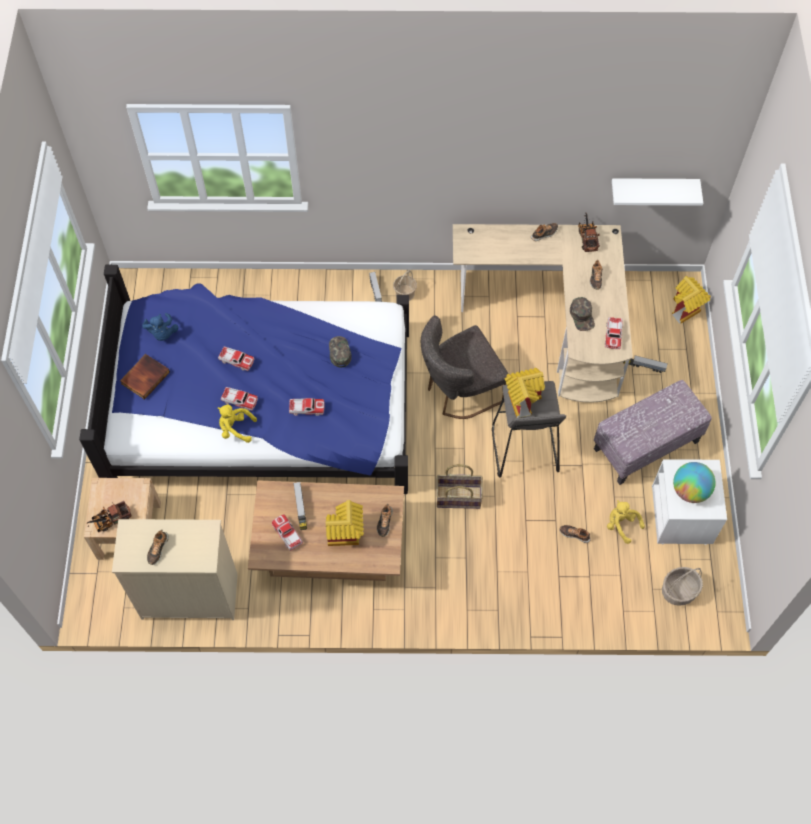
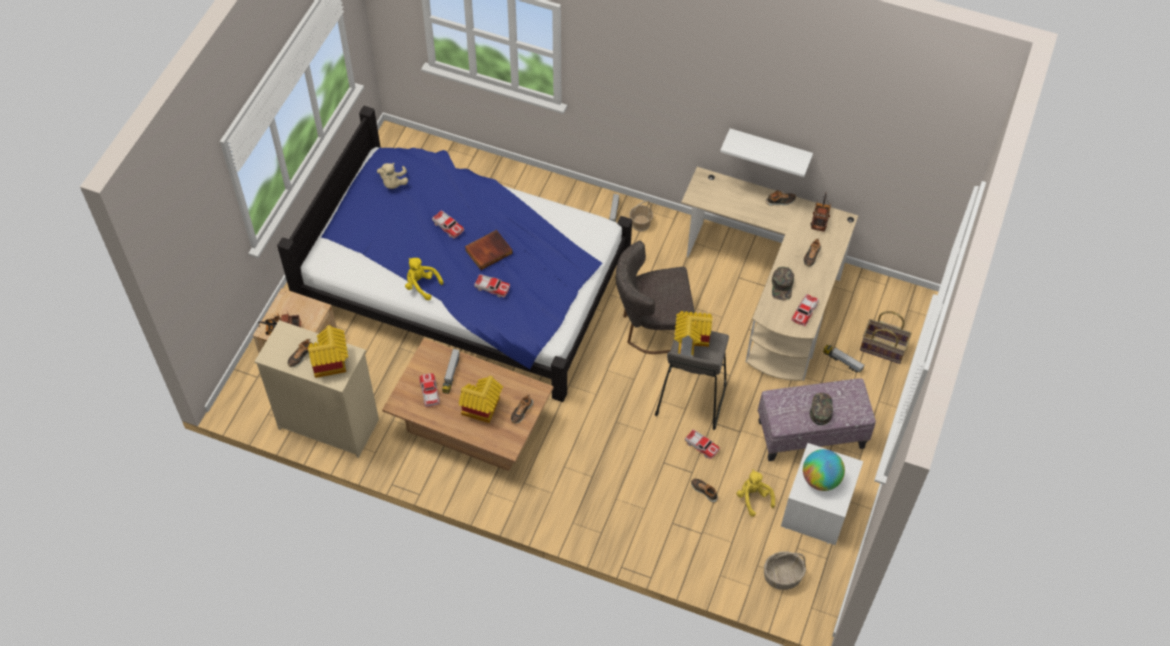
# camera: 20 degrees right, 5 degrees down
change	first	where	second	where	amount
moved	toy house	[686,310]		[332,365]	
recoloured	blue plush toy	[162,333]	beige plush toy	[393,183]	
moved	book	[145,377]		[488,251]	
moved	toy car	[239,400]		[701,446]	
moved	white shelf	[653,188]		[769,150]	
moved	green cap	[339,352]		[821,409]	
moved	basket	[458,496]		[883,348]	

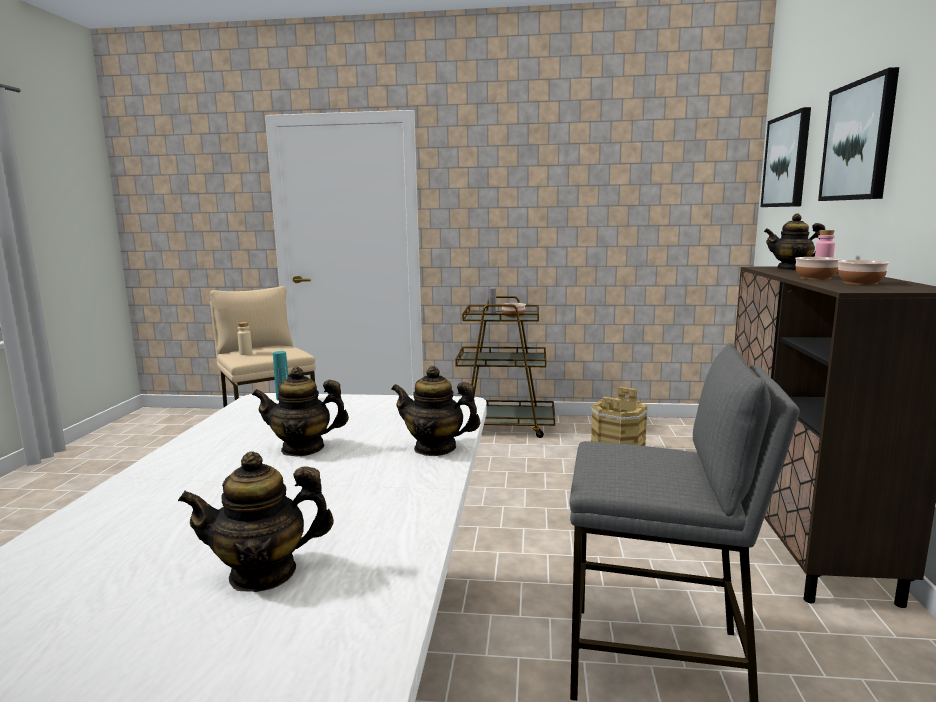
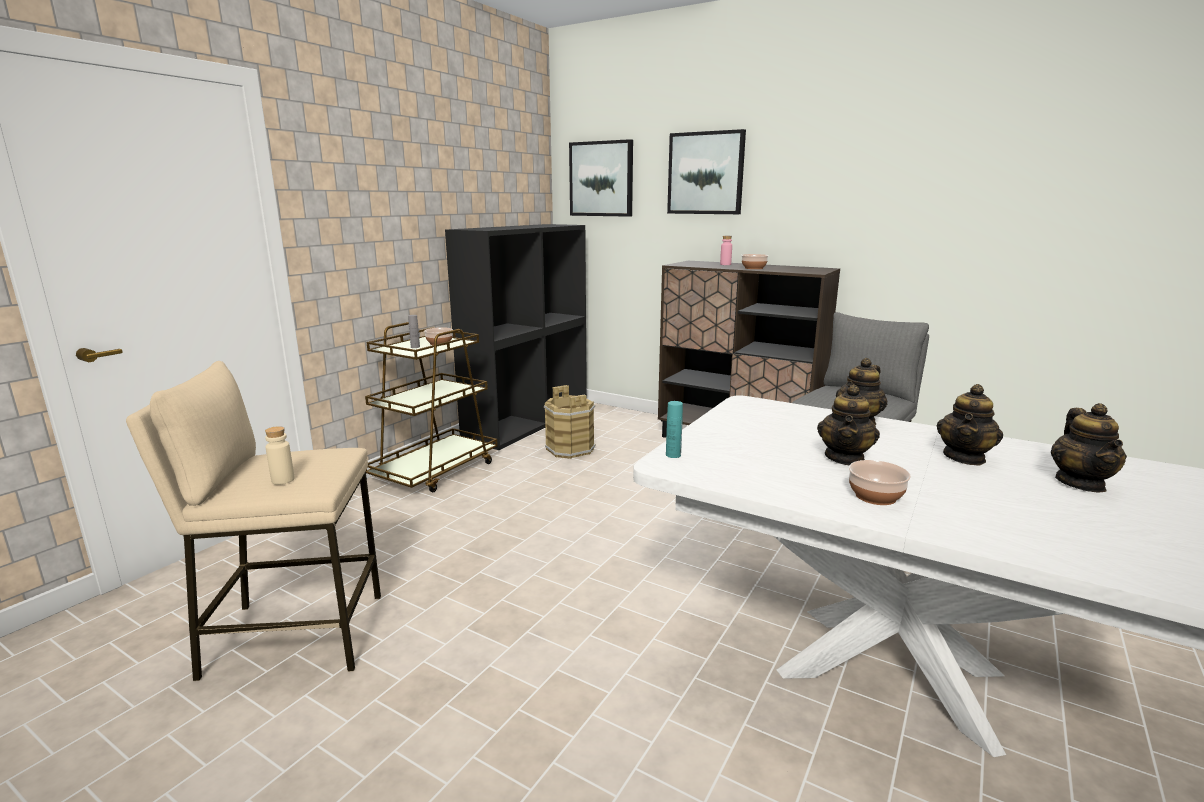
# camera: 65 degrees left, 5 degrees up
change	first	where	second	where	amount
added			black bookcase	[527,422]	
moved	bowl	[860,282]		[874,496]	
moved	teapot	[792,269]		[964,457]	

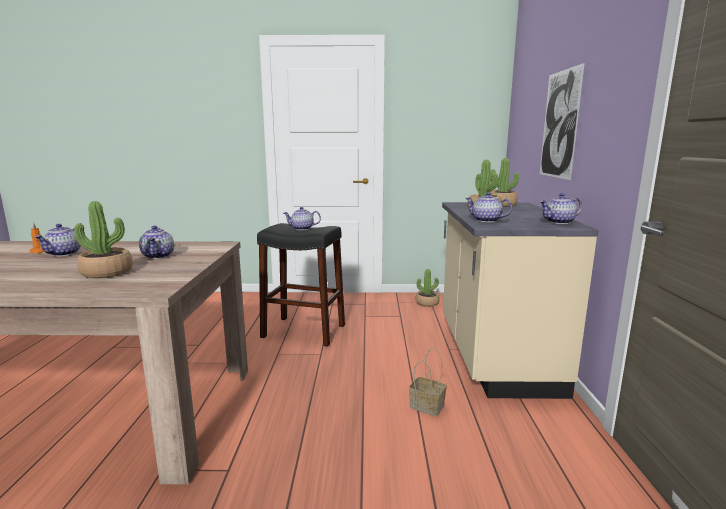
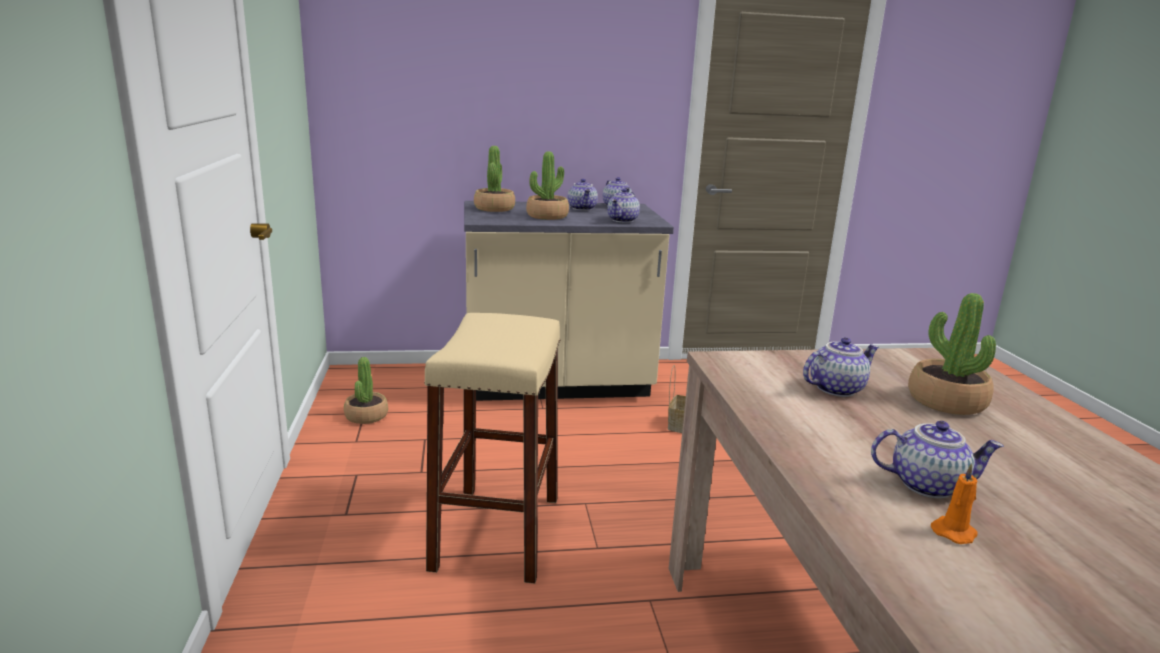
# camera: 100 degrees left, 5 degrees up
change	first	where	second	where	amount
recoloured	black stool	[304,331]	beige stool	[497,532]	
moved	teapot	[302,229]		[583,209]	
removed	picture	[559,124]			

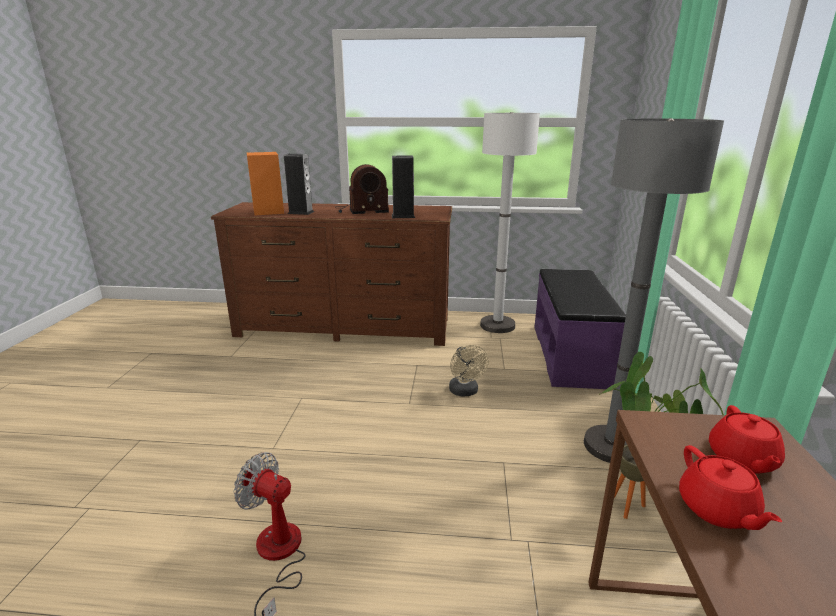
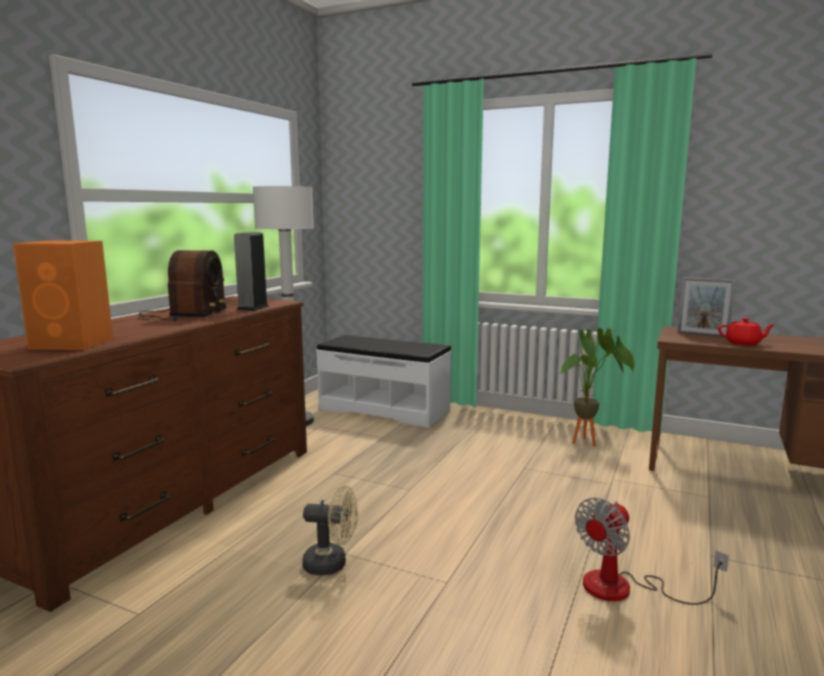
# camera: 70 degrees left, 10 degrees down
change	first	where	second	where	amount
moved	beige fan	[465,392]		[332,564]	
recoloured	purple bench	[571,355]	white bench	[384,409]	
replaced	red teapot	[742,459]	picture frame	[702,335]	
removed	speaker	[301,212]			
removed	grey floor lamp	[611,446]			

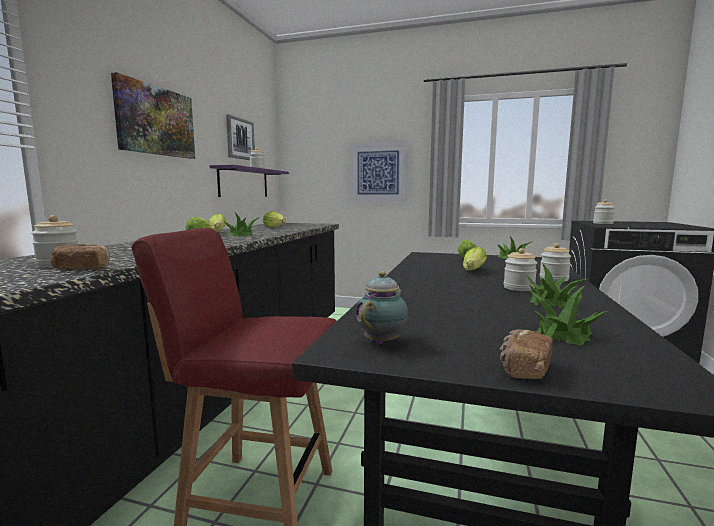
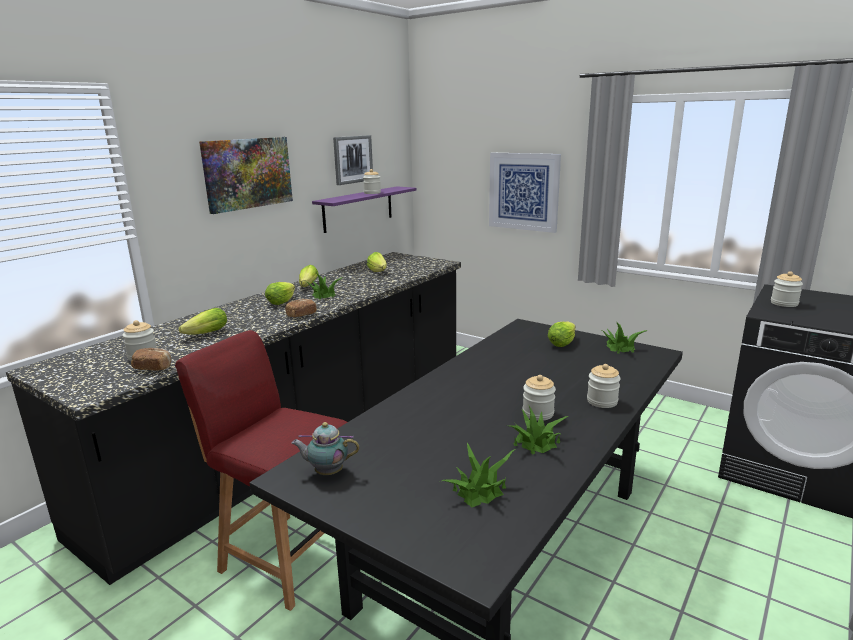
# camera: 20 degrees right, 10 degrees up
change	first	where	second	where	amount
moved	lettuce	[473,271]		[204,334]	
moved	bread	[524,369]		[301,315]	
turned	teapot	[383,341]		[327,472]	135 degrees counterclockwise

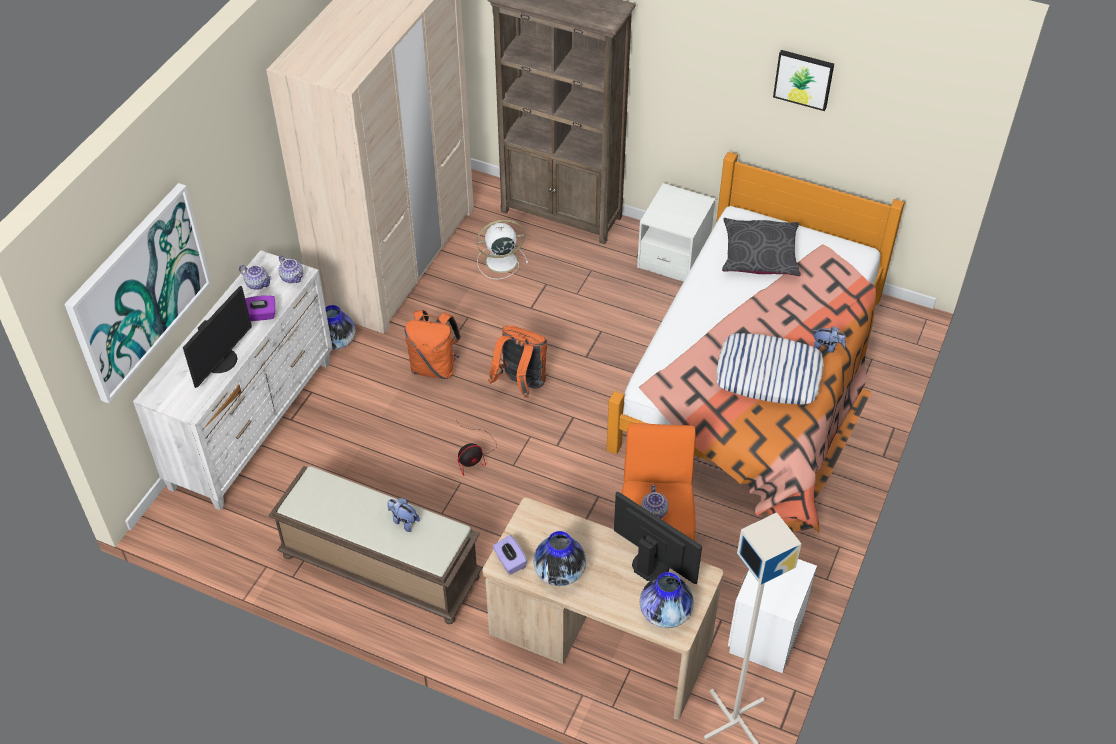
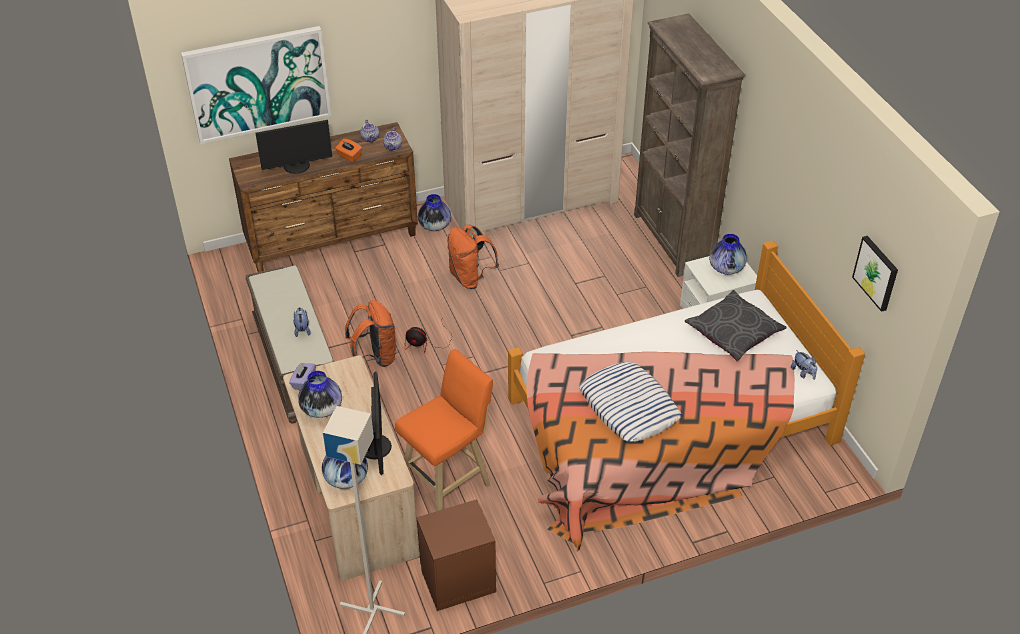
# camera: 45 degrees right, 5 degrees down
change	first	where	second	where	amount
recoloured	white dresser	[254,424]	brown dresser	[333,240]	
recoloured	purple tissue box	[261,315]	orange tissue box	[349,156]	
moved	orange backpack	[521,384]		[375,357]	
recoloured	white nightstand	[764,635]	brown nightstand	[456,580]	
added			vase	[726,268]	
moved	plush toy	[827,347]		[803,373]	
moved	picture	[804,79]		[876,272]	
removed	white fan	[500,261]			
removed	teapot	[655,512]			

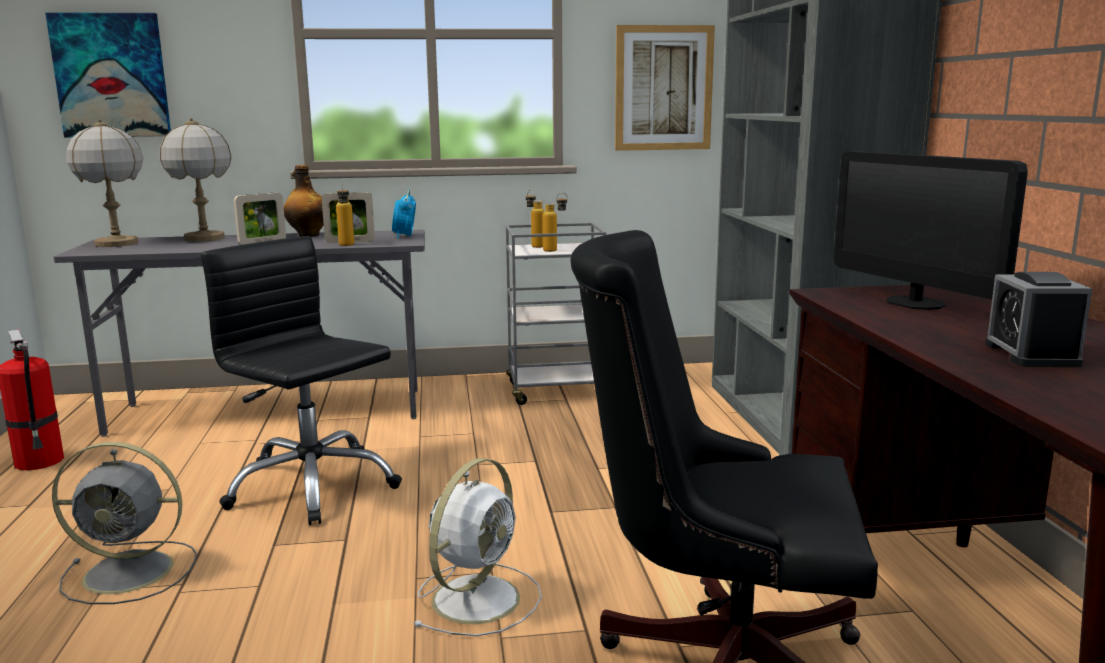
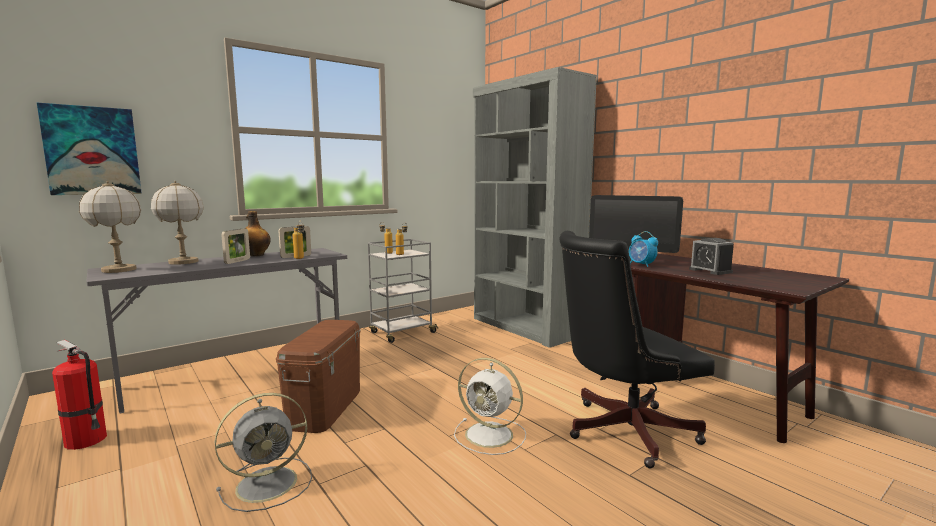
# camera: 30 degrees left, 5 degrees down
change	first	where	second	where	amount
replaced	black office chair	[311,486]	brown storage box	[325,407]	
turned	white fan	[478,597]		[491,435]	120 degrees clockwise
moved	alarm clock	[405,236]		[641,265]	
removed	picture	[663,88]			

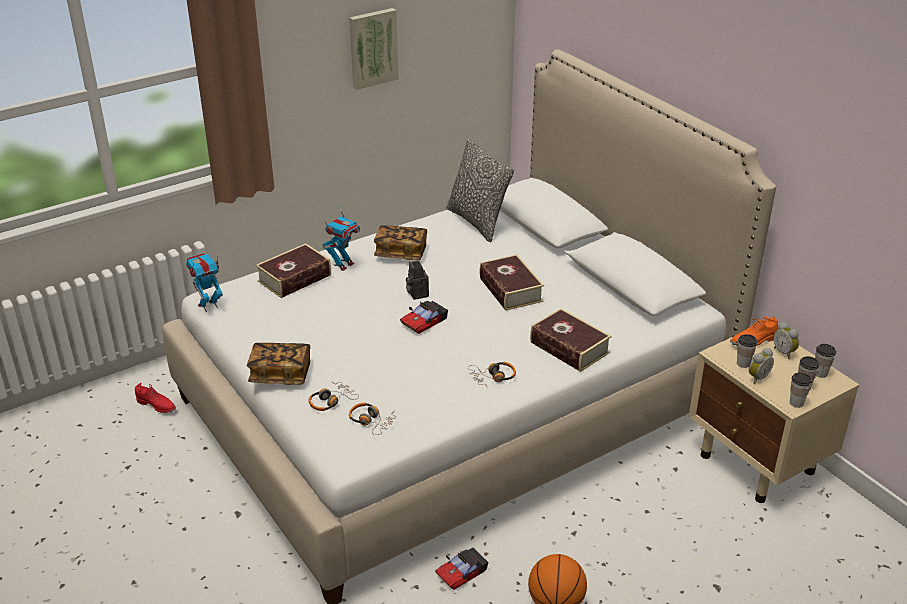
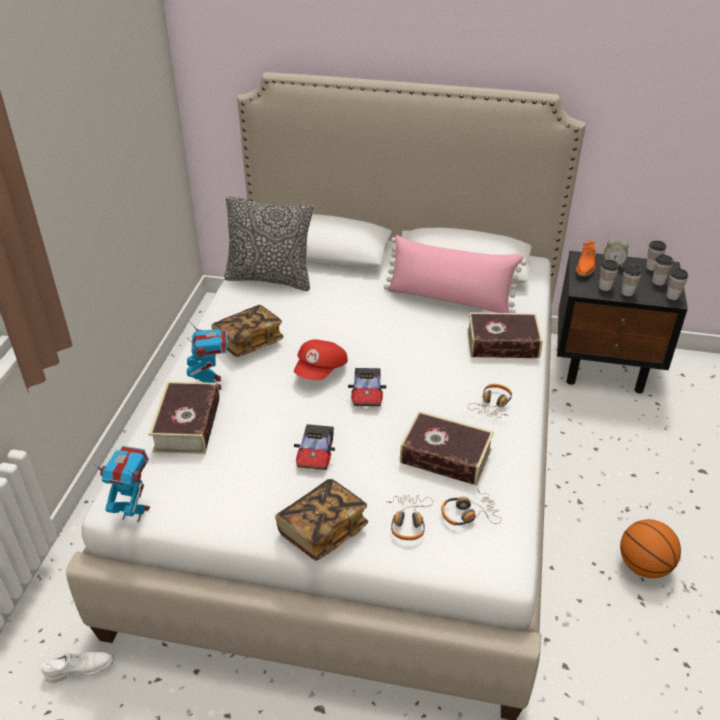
# camera: 45 degrees left, 5 degrees up
change	first	where	second	where	amount
recoloured	red shoe	[157,405]	white shoe	[80,669]	
turned	toy robot	[208,306]		[134,512]	90 degrees clockwise
replaced	photo camera	[417,293]	red cap	[321,371]	
moved	toy car	[462,572]		[316,452]	
added			pink pillow	[449,299]	
moved	book	[510,290]		[445,456]	
recoloured	beige nightstand	[758,464]	black nightstand	[605,366]	
replaced	alarm clock	[757,378]	cup	[627,292]	
removed	picture	[372,48]			

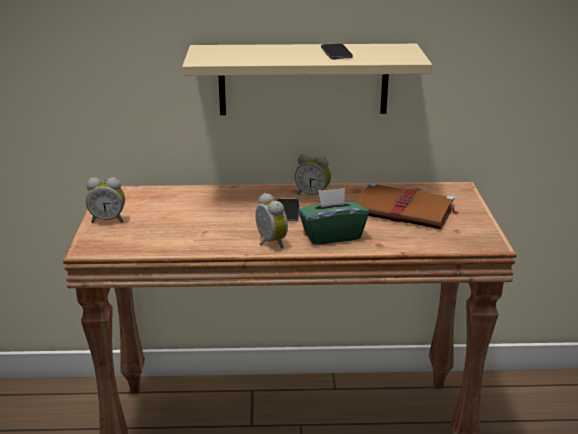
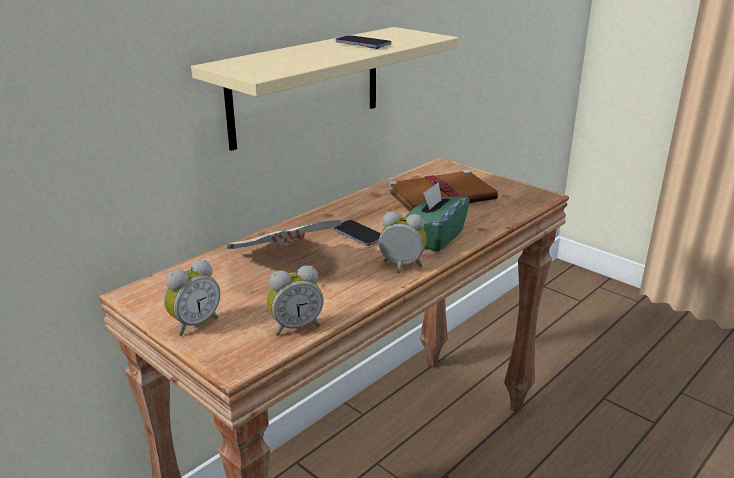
# camera: 45 degrees left, 0 degrees up
change	first	where	second	where	amount
added			newspaper	[285,264]	
moved	alarm clock	[313,195]		[295,326]	

